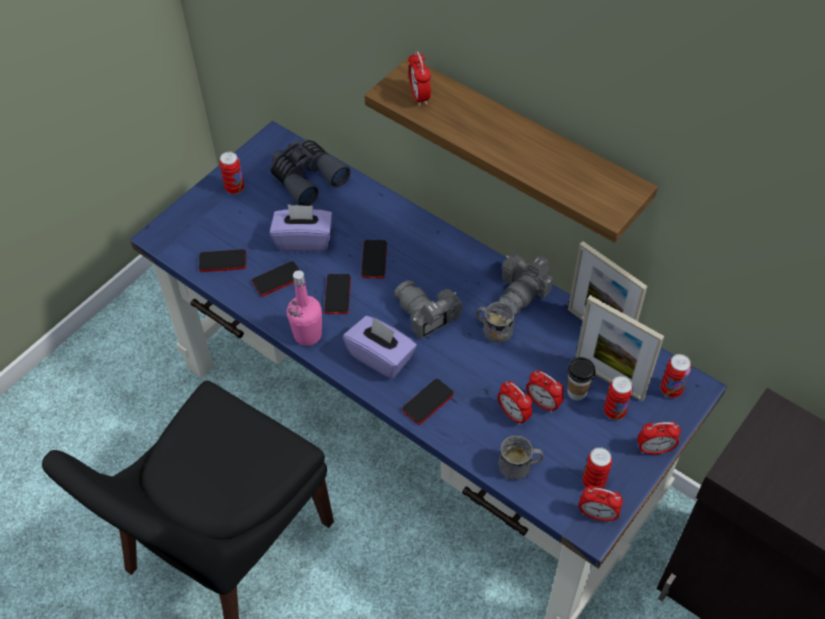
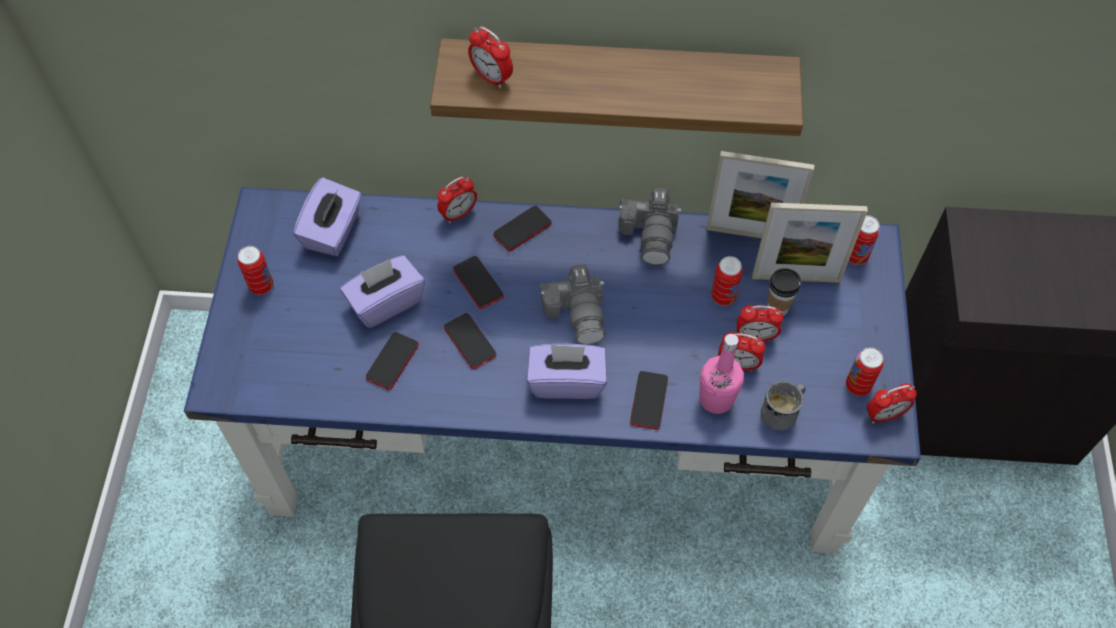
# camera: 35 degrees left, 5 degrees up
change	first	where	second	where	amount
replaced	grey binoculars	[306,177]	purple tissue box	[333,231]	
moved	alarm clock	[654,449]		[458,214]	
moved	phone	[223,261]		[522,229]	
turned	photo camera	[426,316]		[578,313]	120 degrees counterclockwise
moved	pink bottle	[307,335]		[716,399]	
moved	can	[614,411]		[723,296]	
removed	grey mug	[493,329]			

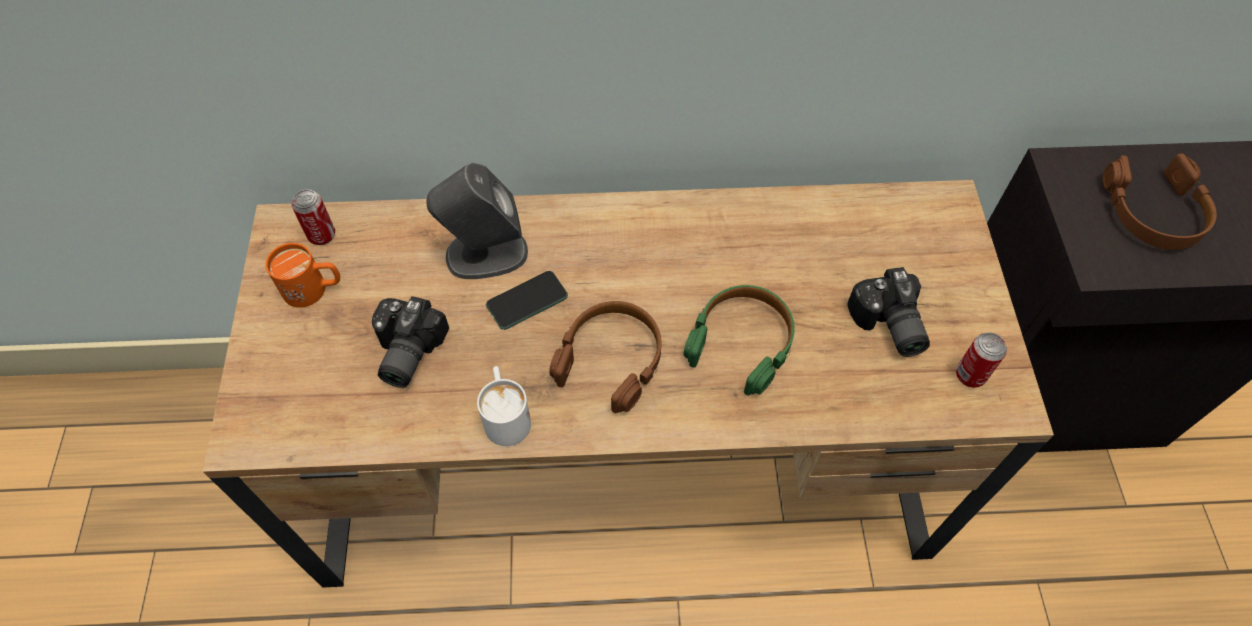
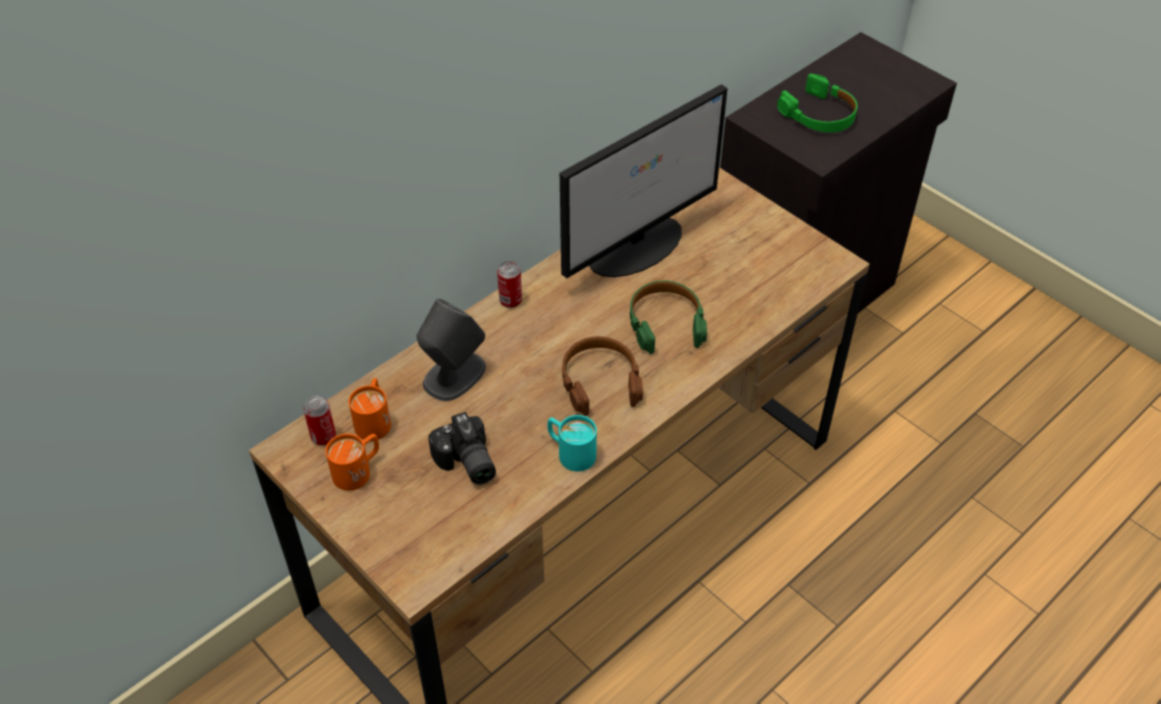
# camera: 40 degrees left, 10 degrees down
change	first	where	second	where	amount
added			orange mug	[374,419]	
moved	can	[970,375]		[510,301]	
recoloured	white mug	[505,415]	turquoise mug	[570,452]	
added			monitor	[637,245]	
recoloured	brown headphones	[1154,212]	green headphones	[819,115]	
removed	phone	[527,301]			
removed	photo camera	[887,326]			

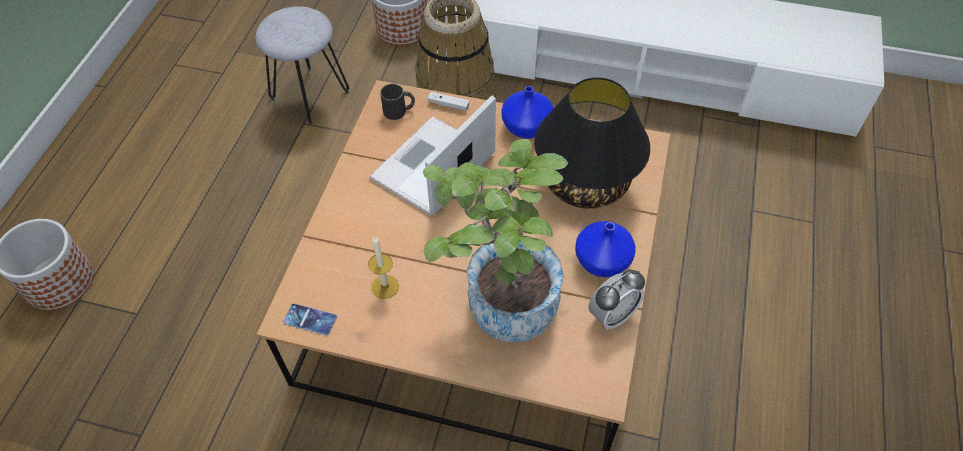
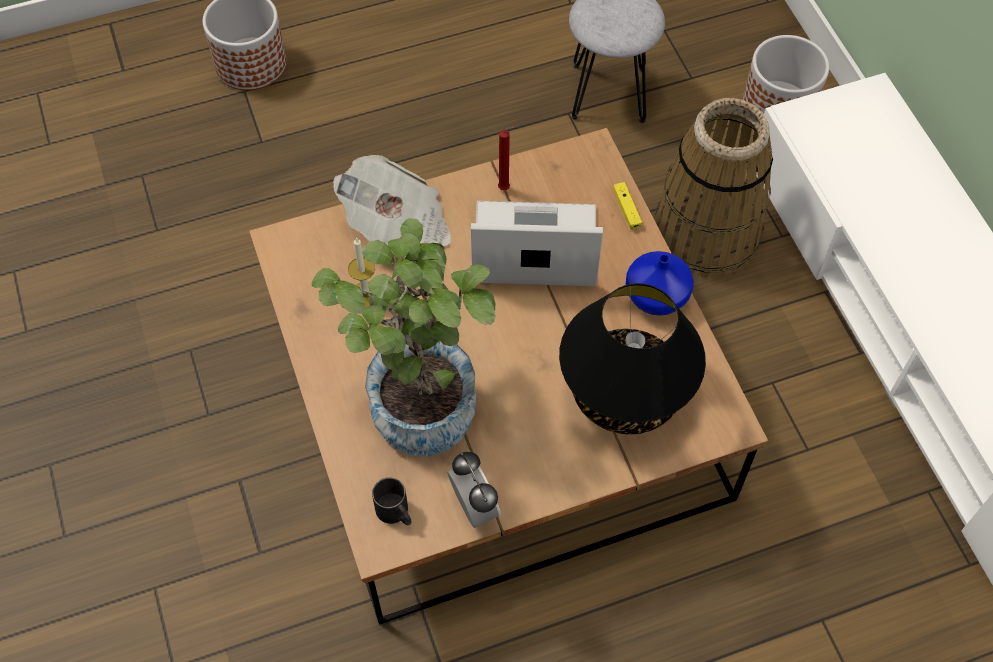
# camera: 55 degrees right, 5 degrees up
change	first	where	second	where	amount
added			newspaper	[397,225]	
moved	black mug	[399,110]		[396,513]	
turned	alarm clock	[612,315]		[474,507]	135 degrees counterclockwise
added			red candle	[506,188]	
recoloured	white game controller	[448,105]	yellow game controller	[626,209]	
removed	phone	[310,319]			
removed	blue vase	[601,261]			

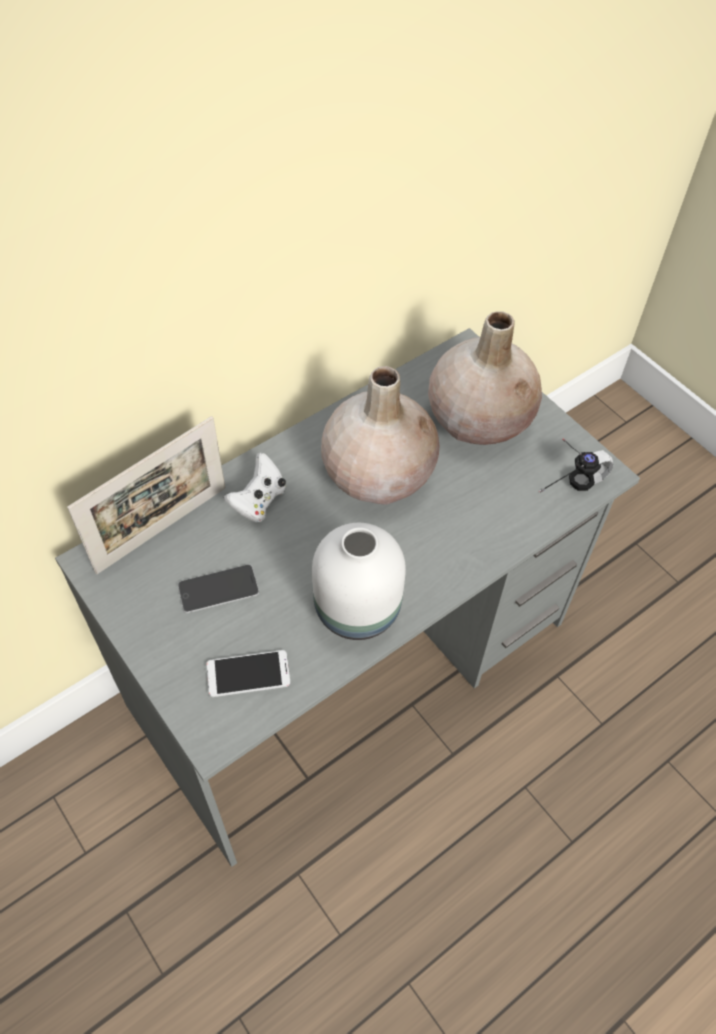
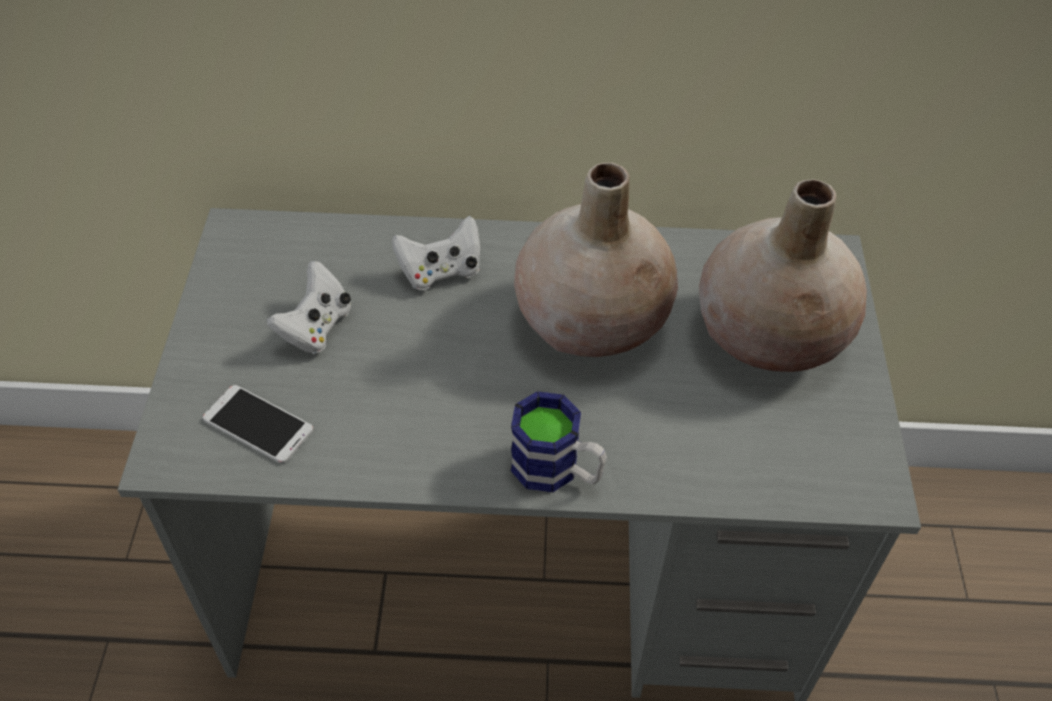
# camera: 40 degrees right, 5 degrees down
change	first	where	second	where	amount
replaced	phone	[218,589]	white game controller	[316,327]	
added			mug	[557,470]	
removed	picture frame	[162,529]			
removed	white vase	[358,607]			
removed	headphones	[561,483]			

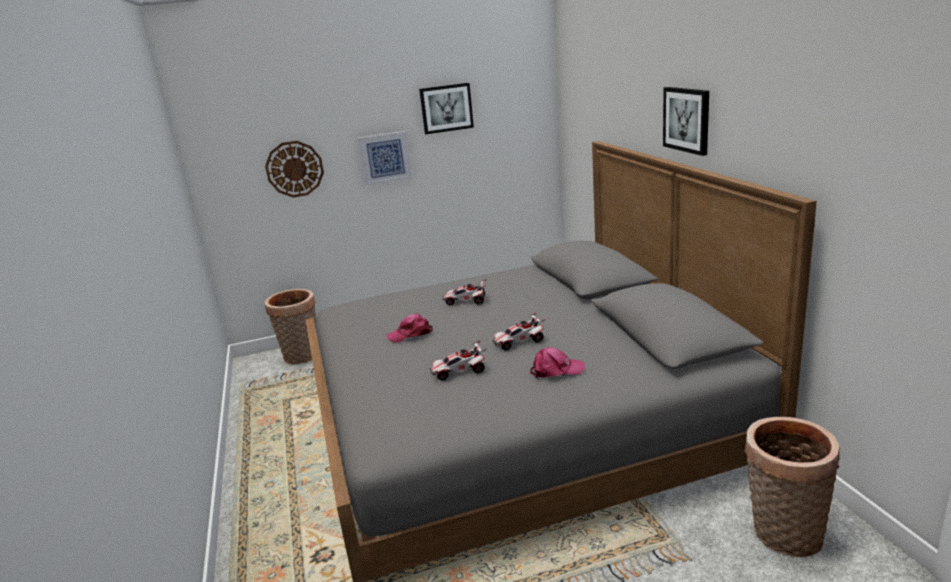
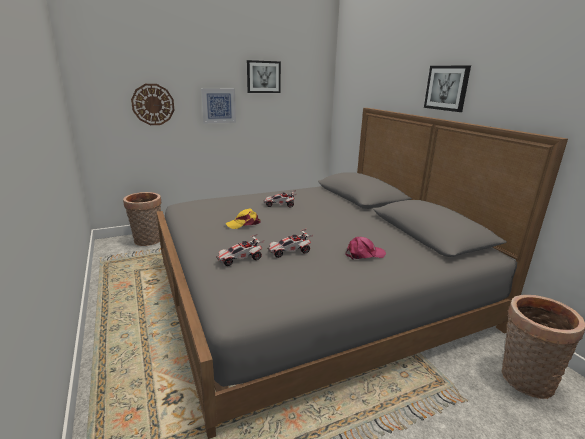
# camera: 10 degrees left, 0 degrees up
change	first	where	second	where	amount
moved	toy car	[519,342]		[240,259]	
recoloured	pink cap	[410,334]	yellow cap	[244,224]	

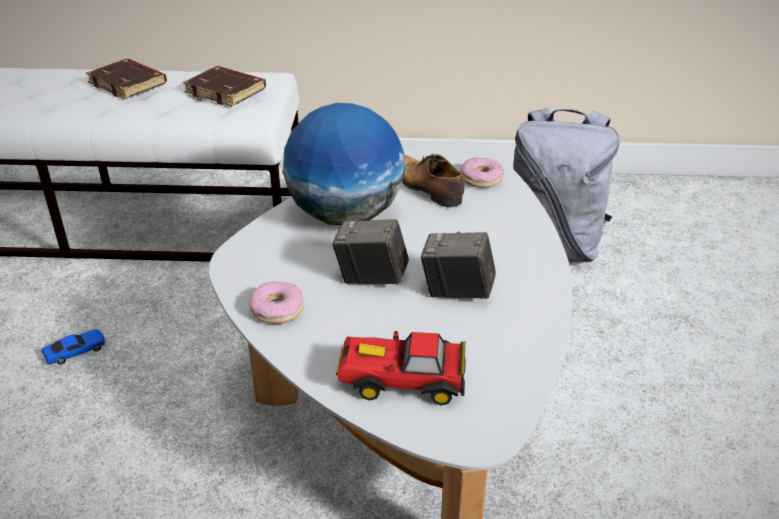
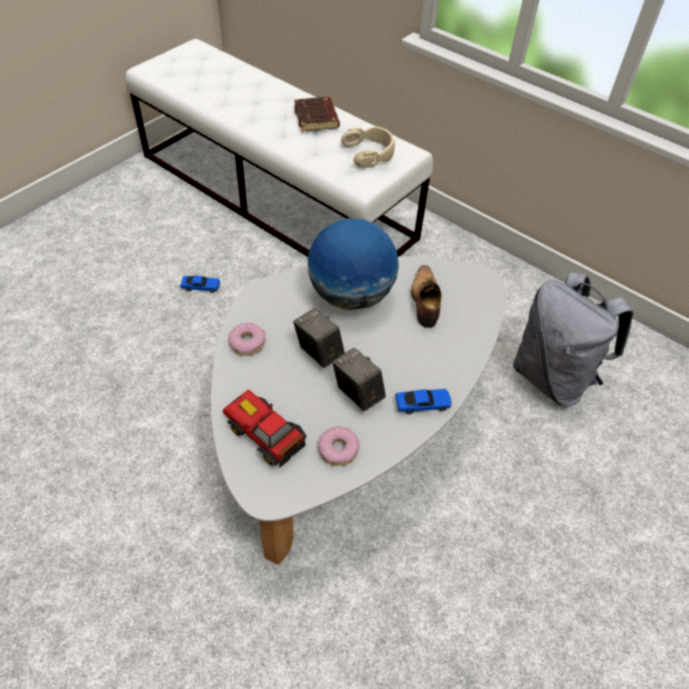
# camera: 35 degrees right, 15 degrees up
change	first	where	second	where	amount
moved	donut	[481,179]		[338,449]	
replaced	brown book	[227,91]	beige headphones	[369,153]	
added			toy car	[423,404]	

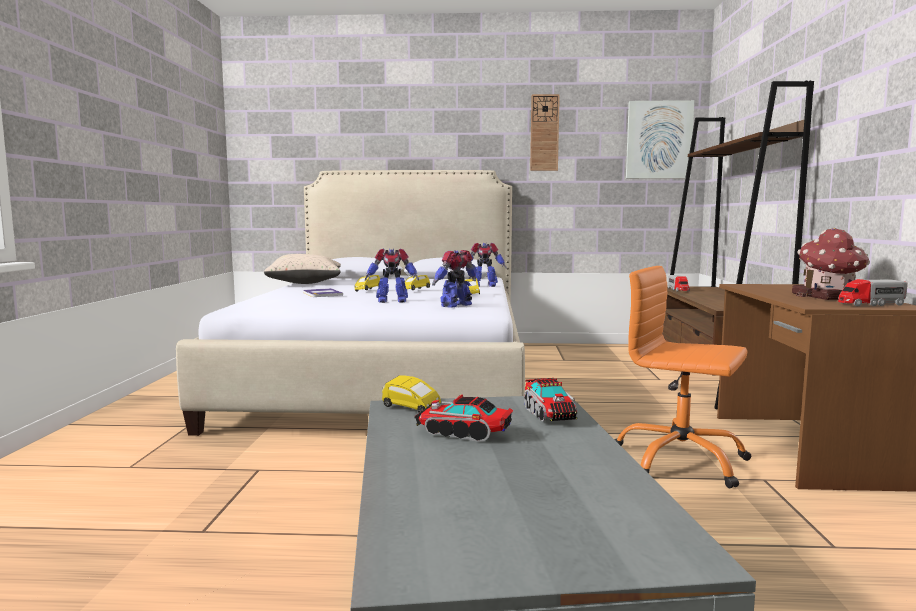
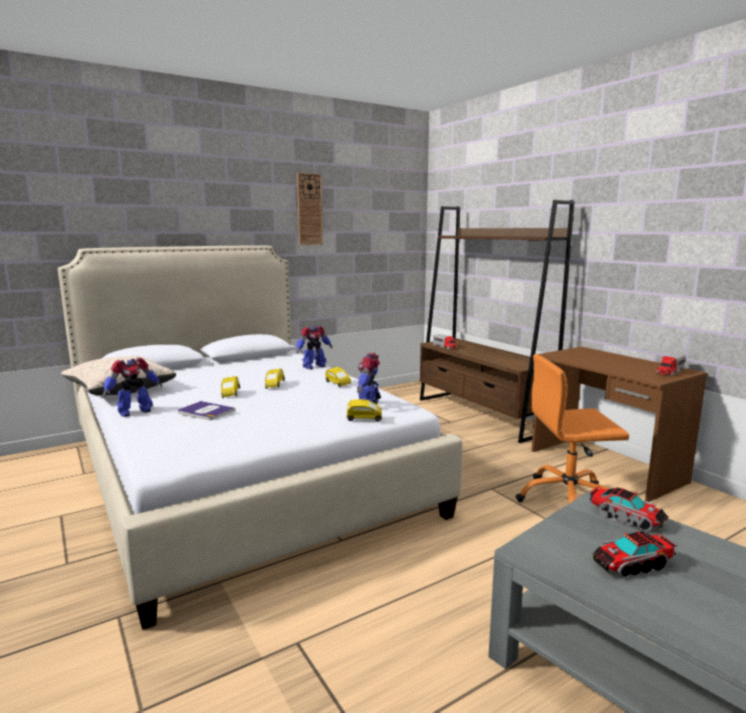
# camera: 35 degrees left, 5 degrees up
change	first	where	second	where	amount
moved	toy robot	[391,301]		[134,412]	
moved	yellow toy car	[410,408]		[364,419]	
removed	picture	[659,140]			
removed	toy house	[829,297]			

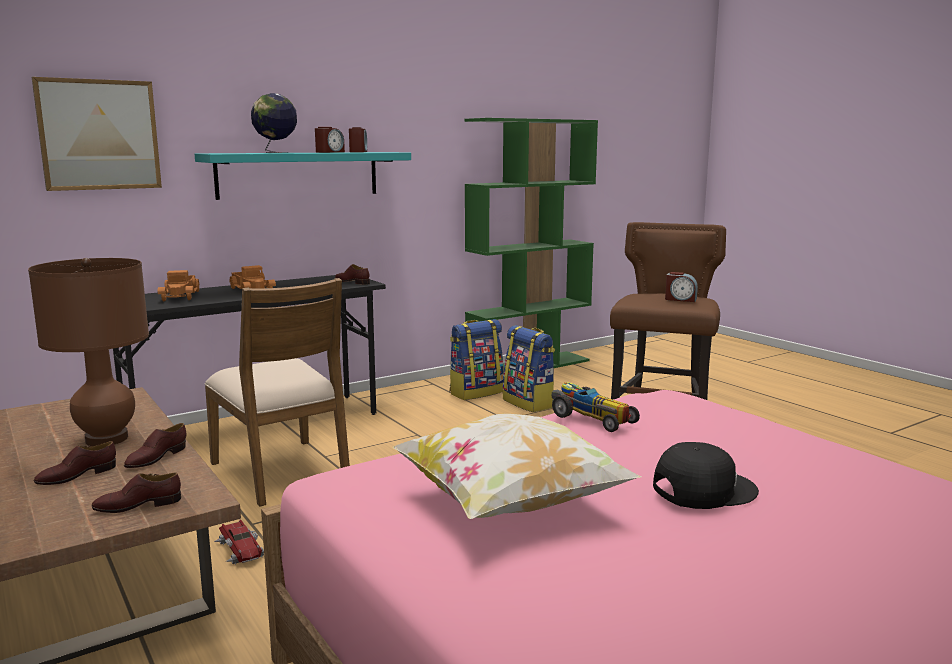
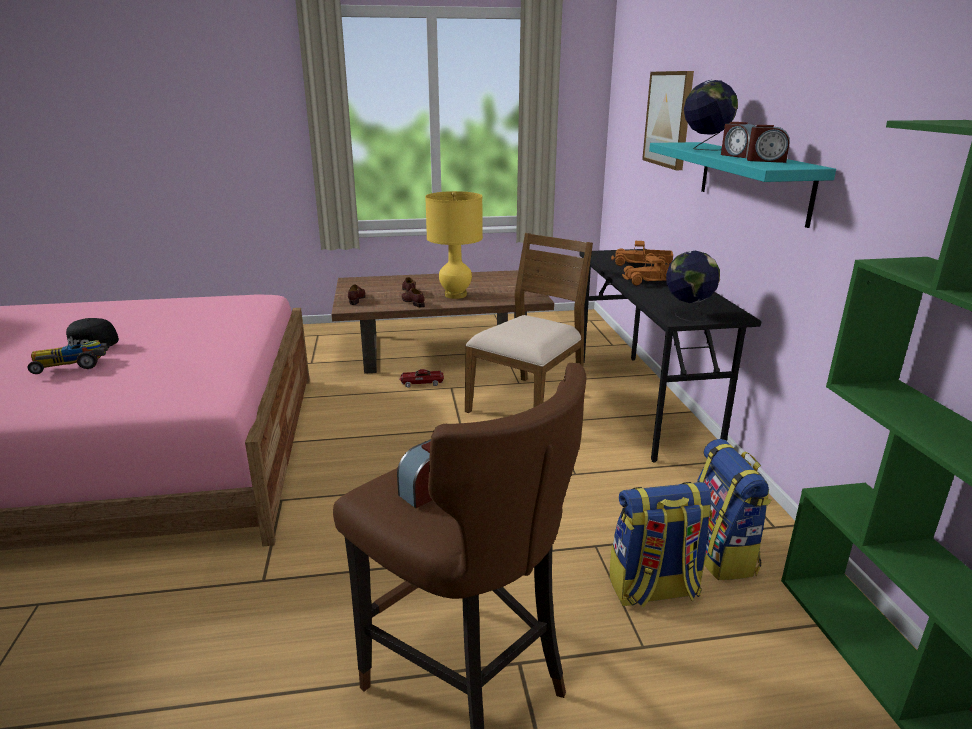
# camera: 115 degrees right, 10 degrees up
change	first	where	second	where	amount
moved	toy car	[591,418]		[72,365]	
recoloured	brown table lamp	[106,439]	yellow table lamp	[455,295]	
turned	brown chair	[282,472]		[528,403]	135 degrees clockwise
replaced	brown shoe	[352,282]	globe	[687,315]	
removed	pillow	[511,505]			

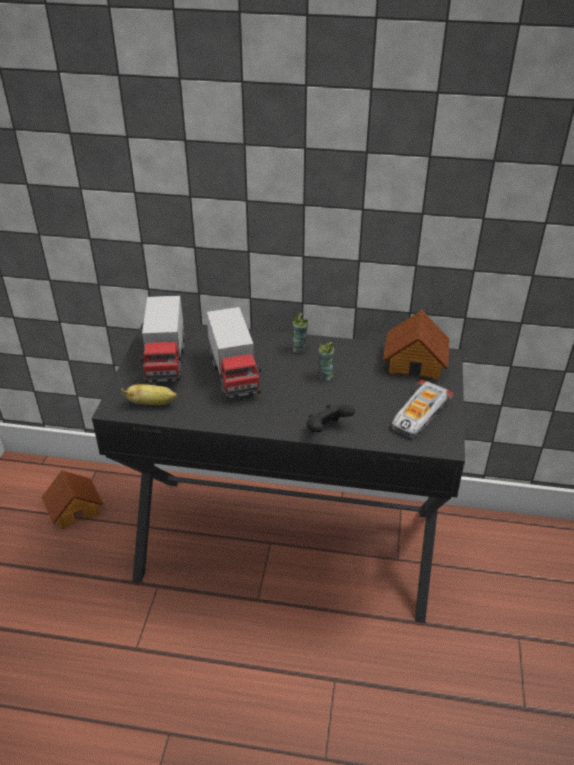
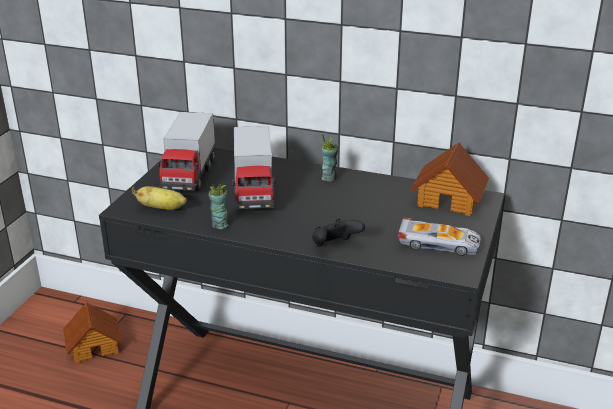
# camera: 10 degrees right, 10 degrees down
change	first	where	second	where	amount
moved	cup	[324,376]		[219,225]	
turned	toy car	[419,415]		[438,243]	120 degrees counterclockwise

